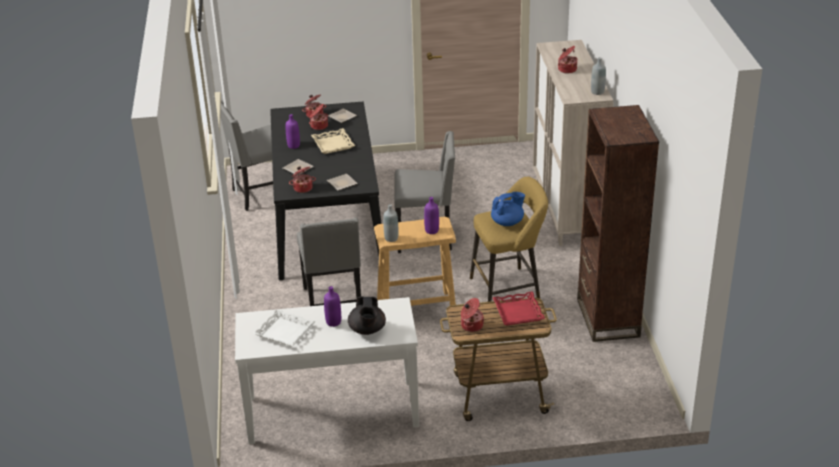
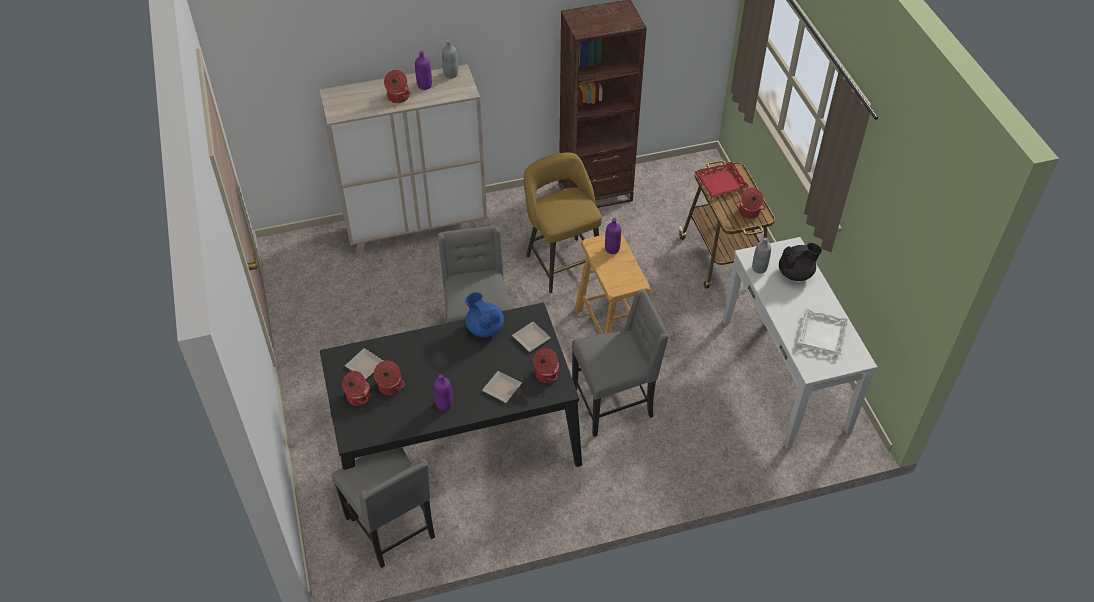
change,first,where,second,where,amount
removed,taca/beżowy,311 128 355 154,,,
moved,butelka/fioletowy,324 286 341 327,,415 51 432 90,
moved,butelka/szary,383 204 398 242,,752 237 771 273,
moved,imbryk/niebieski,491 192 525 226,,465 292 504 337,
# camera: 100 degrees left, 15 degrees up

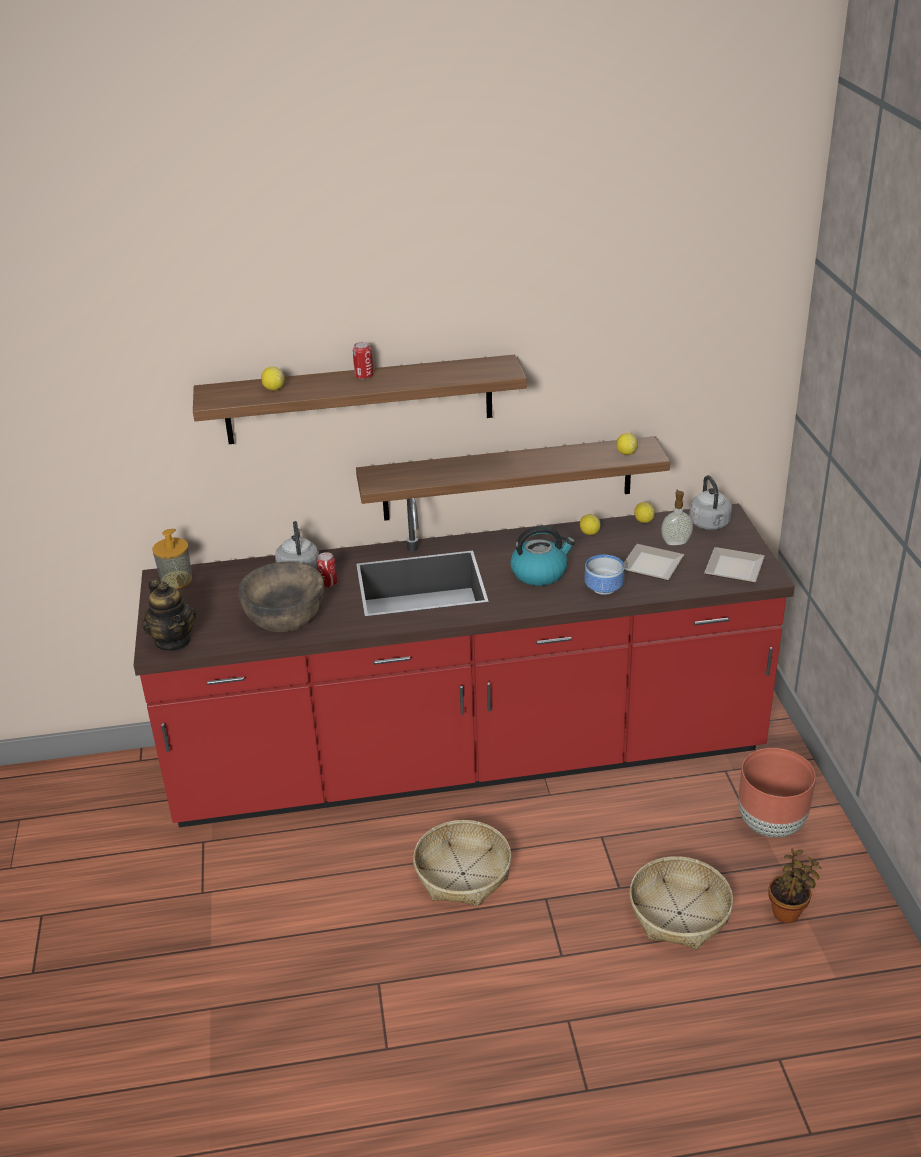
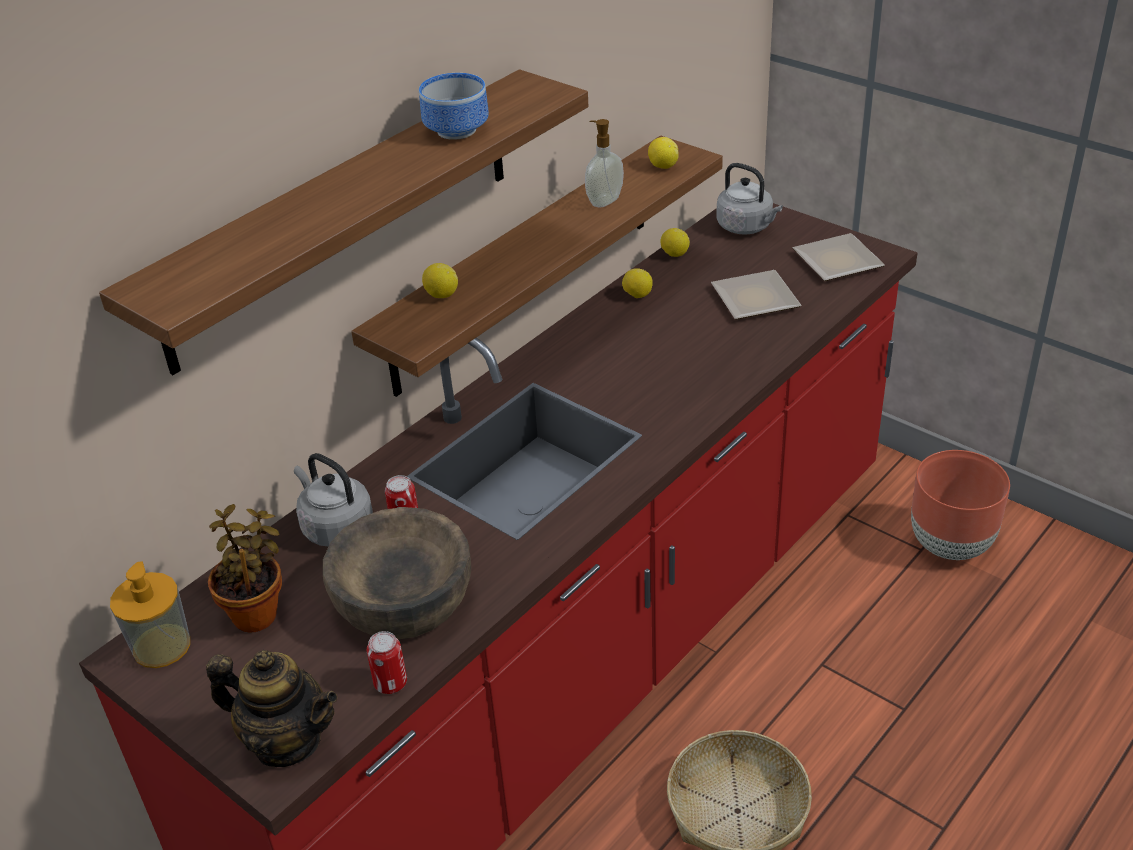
change,first,where,second,where,amount
removed,czajnik,510 525 575 586,,,
removed,koszyk,629 856 733 950,,,
moved,cytryna,261 367 285 391,,422 263 458 298,
moved,puszka,353 342 373 379,,367 631 407 694,
moved,miska,584 555 625 595,,419 73 489 140,
moved,dozownik mydła,661 490 693 545,,585 119 624 207,
moved,roślina doniczkowa,768 849 821 923,,208 504 282 632,
# camera: 40 degrees left, 5 degrees up

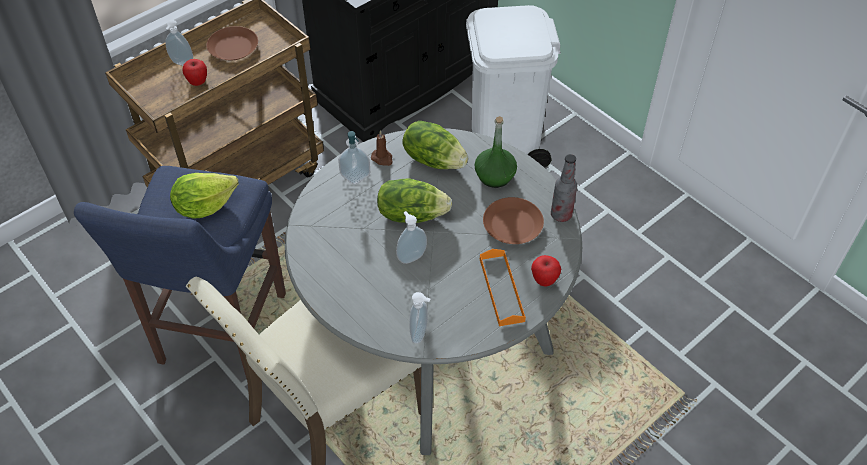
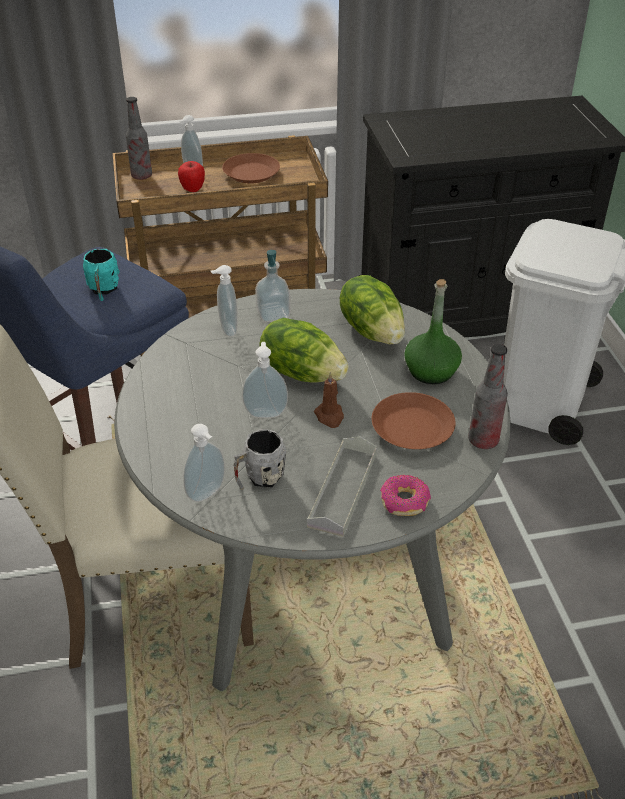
change,first,where,second,where,amount
added,,,butelka,126 97 152 180,
added,,,dozownik mydła,211 265 238 337,
added,,,kubek/szary,234 429 286 490,
moved,świeca/brązowy,371 130 392 166,,314 372 344 428,
replaced,sałata,170 173 239 219,kubek/turkusowy,83 249 120 301,
replaced,jabłko,531 255 561 287,donut,380 475 431 516,
recoloured,taca/pomarańczowy,480 249 526 326,taca/szary,307 437 377 537,
# camera: 30 degrees right, 10 degrees down

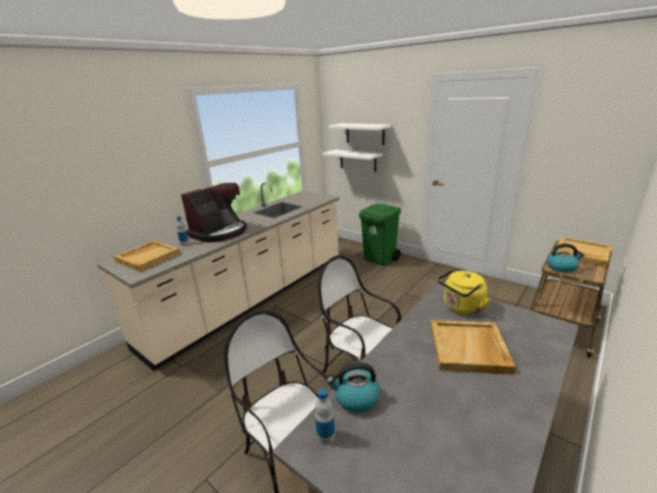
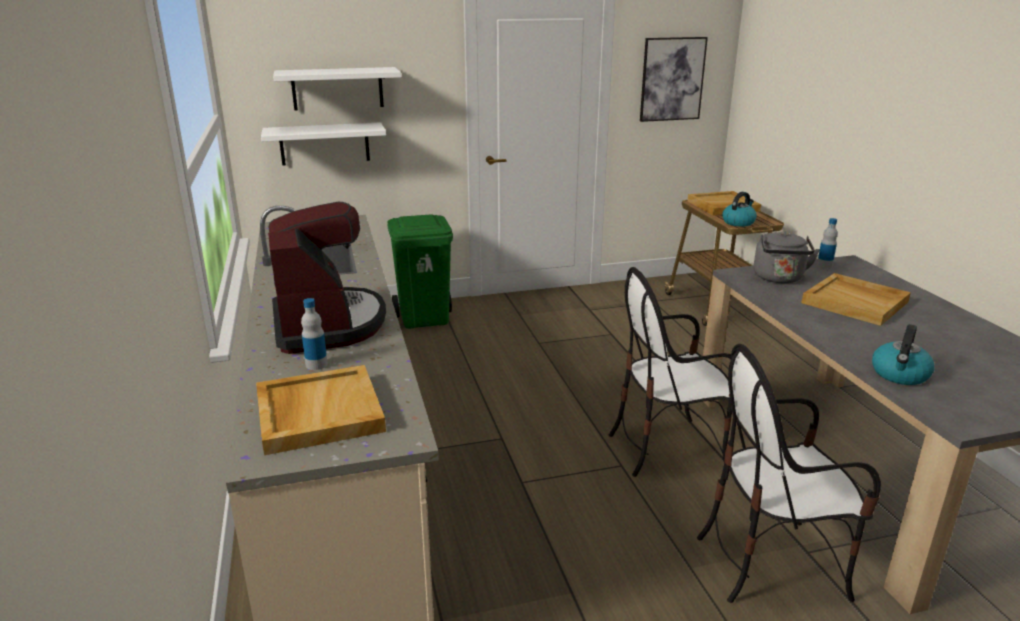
change,first,where,second,where,amount
added,,,obraz,640 37 708 122,
moved,butelka,315 388 335 445,,817 218 838 268,
recoloured,czajnik/żółty,437 269 491 315,czajnik/szary,754 231 820 283,
# camera: 55 degrees left, 0 degrees up

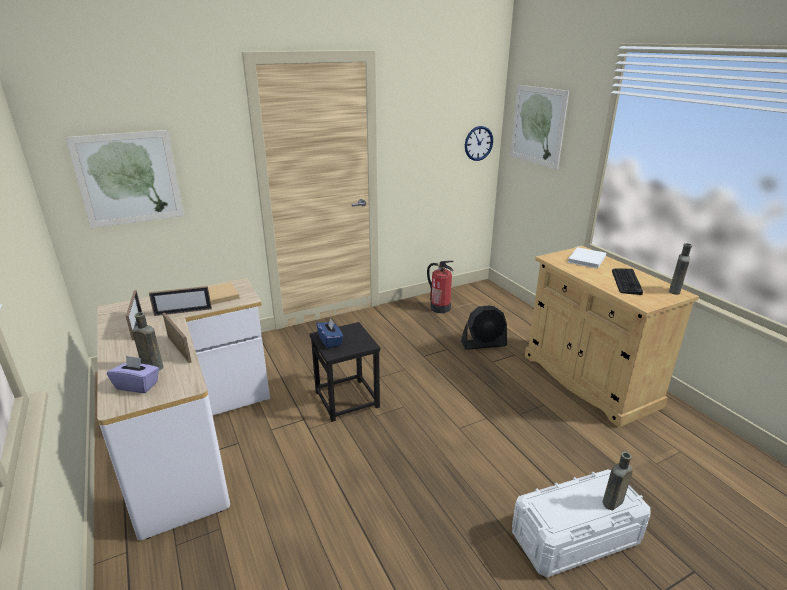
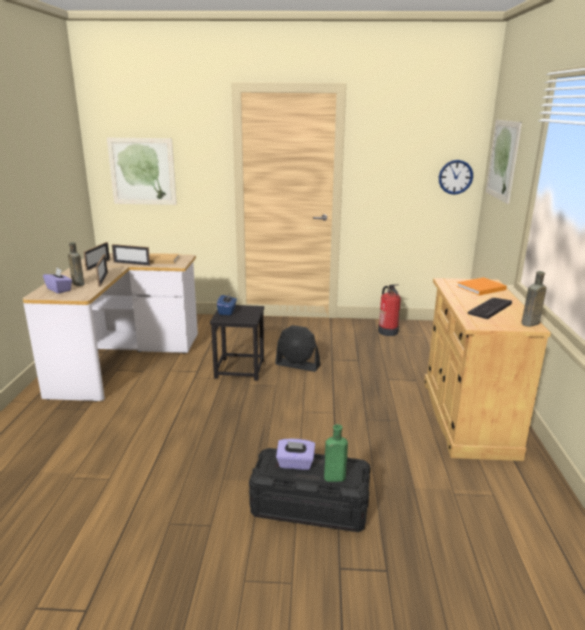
change,first,where,second,where,amount
added,,,pudełko chusteczek/fioletowy,276 439 315 470,
moved,wentylator/czarny,461 306 507 350,,275 325 321 372,
recoloured,pojemnik do przechowywania/biały,512 469 651 577,pojemnik do przechowywania/czarny,249 448 371 532,
recoloured,książka/biały,568 247 606 269,książka/pomarańczowy,457 277 507 296,
recoloured,butelka/brązowy,603 452 632 510,butelka/zielony,324 424 348 482,
# camera: 30 degrees right, 5 degrees down

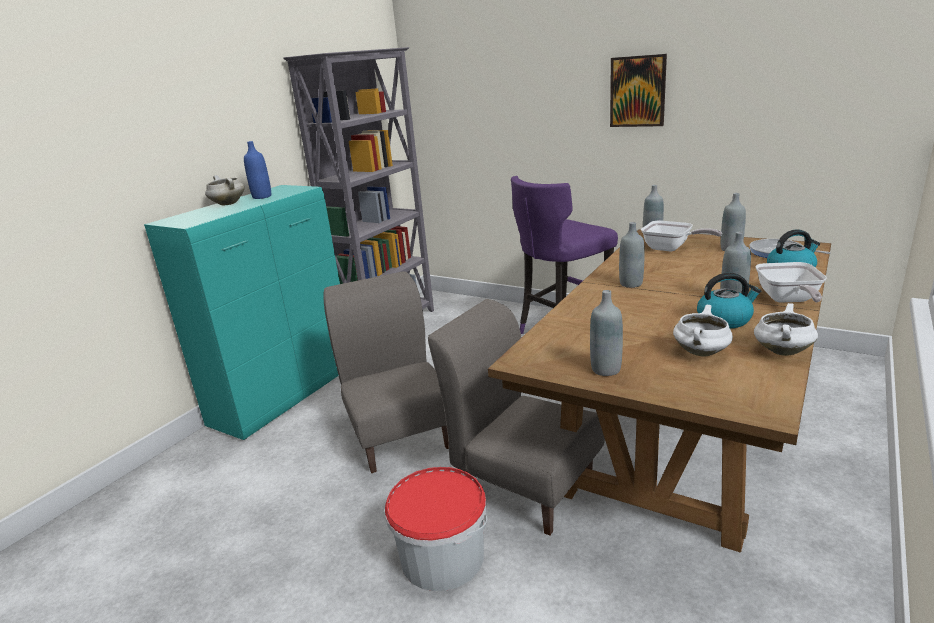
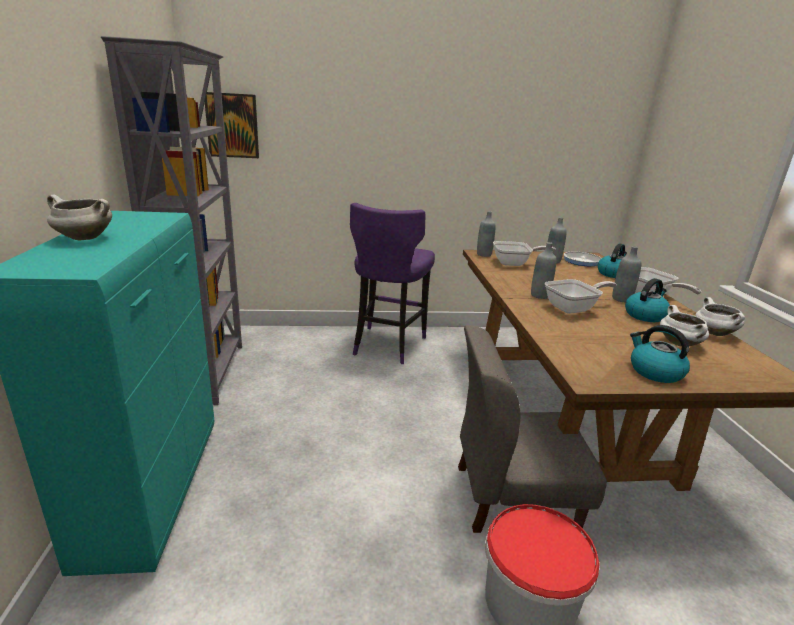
change,first,where,second,where,amount
removed,butelka/niebieski,244 141 271 199,,,
removed,krzesło/szary,324 271 449 473,,,
added,,,patelnia,545 279 617 314,
moved,obraz,610 54 667 127,,205 92 259 158,
replaced,butelka/szary,590 290 623 376,czajnik,630 325 690 383,
# camera: 40 degrees left, 0 degrees up

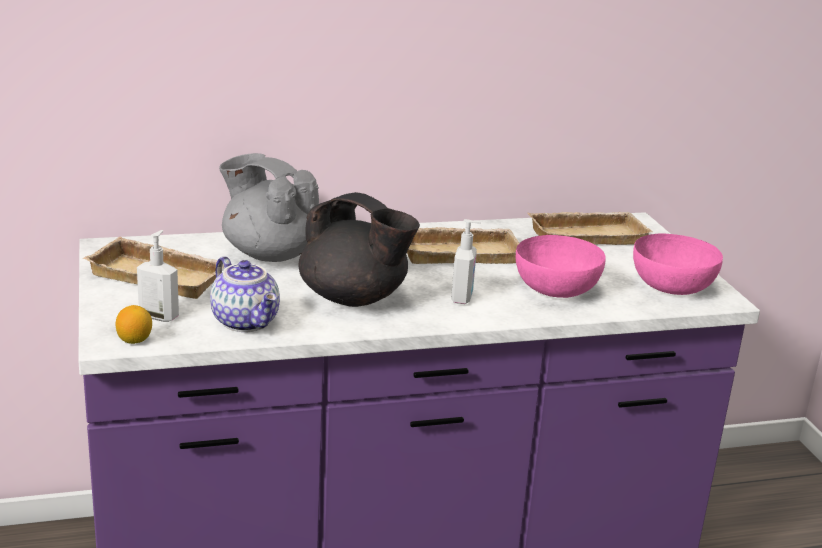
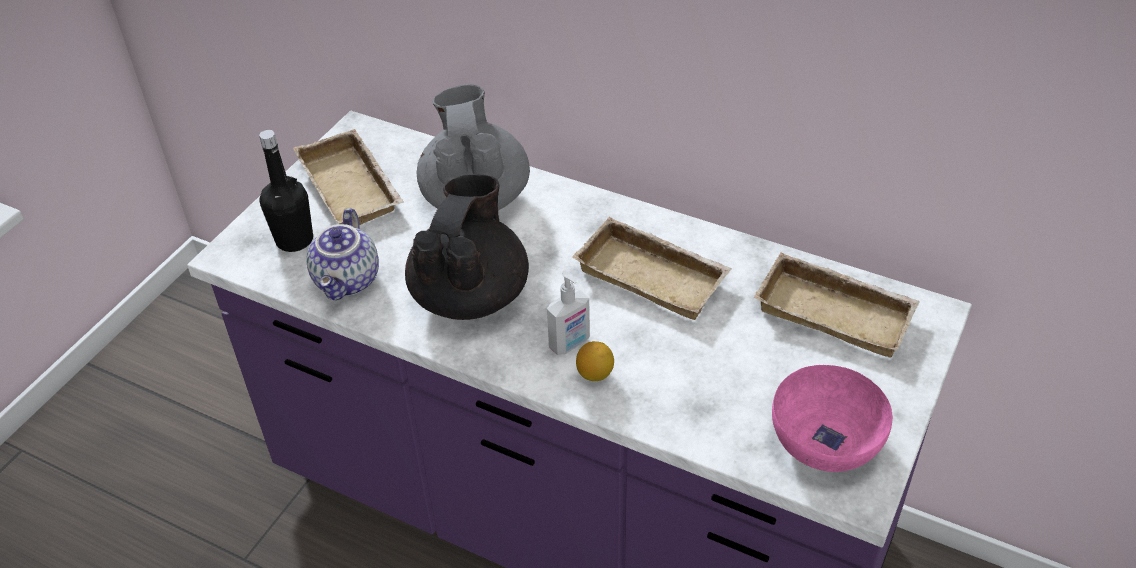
change,first,where,second,where,amount
removed,miska/różowy,516 235 606 298,,,
moved,cytryna,116 305 152 344,,576 341 614 381,
replaced,dozownik mydła,137 230 179 322,butelka/czarny,259 130 313 252,
turned,imbryk/czarny,299 192 420 307,,405 174 529 320,150 degrees counterclockwise
# camera: 45 degrees right, 20 degrees up

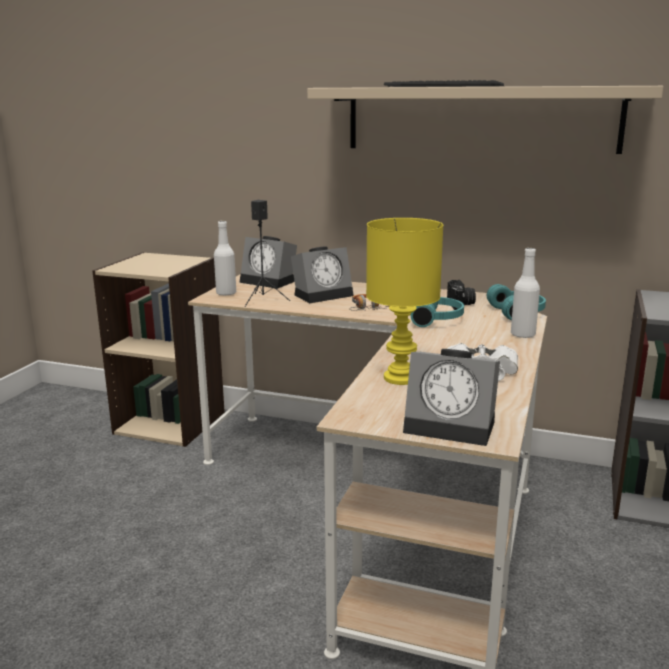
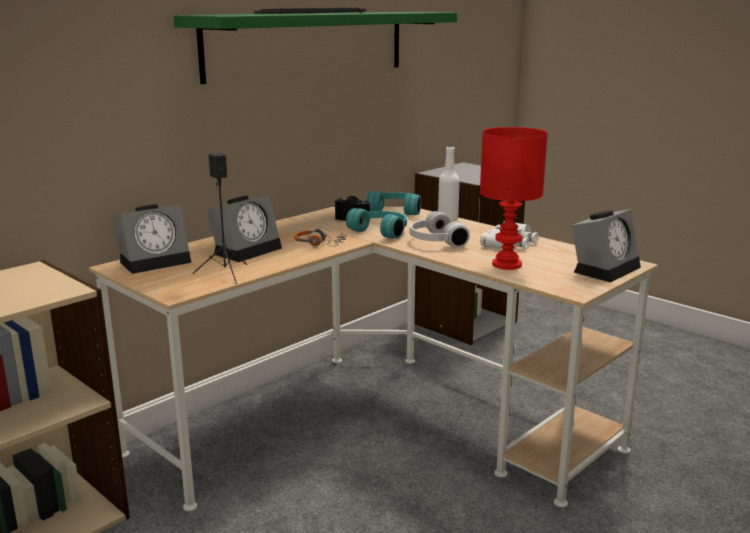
change,first,where,second,where,amount
removed,butelka/biały,214 221 236 296,,,
added,,,słuchawki/biały,410 211 470 248,
recoloured,półka/beżowy,307 86 664 154,półka/zielony,174 12 457 84,
recoloured,lampa stołowa/żółty,366 218 444 385,lampa stołowa/czerwony,480 127 548 270,
turned,budzik,291 246 354 303,,207 194 282 262,45 degrees clockwise
# camera: 65 degrees left, 0 degrees up

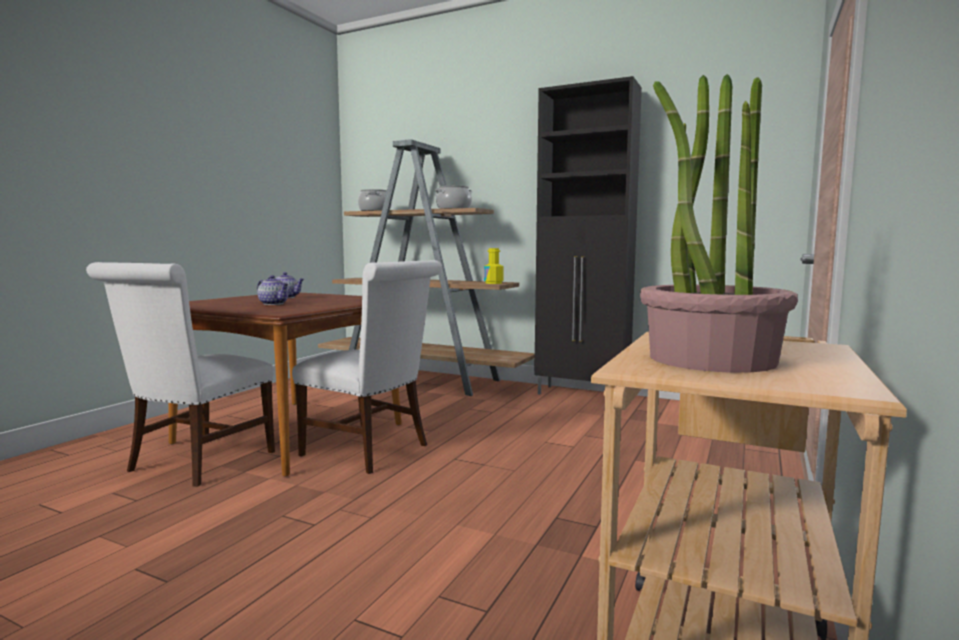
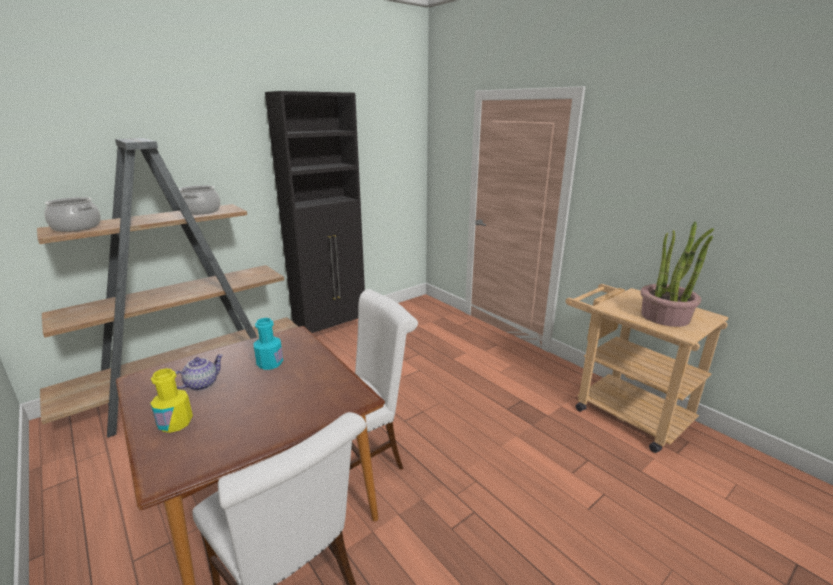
change,first,where,second,where,amount
removed,imbryk,257 275 289 305,,,
added,,,butelka/turkusowy,253 318 283 370,
moved,butelka/żółty,484 248 503 284,,150 368 193 433,
# camera: 65 degrees left, 15 degrees up

